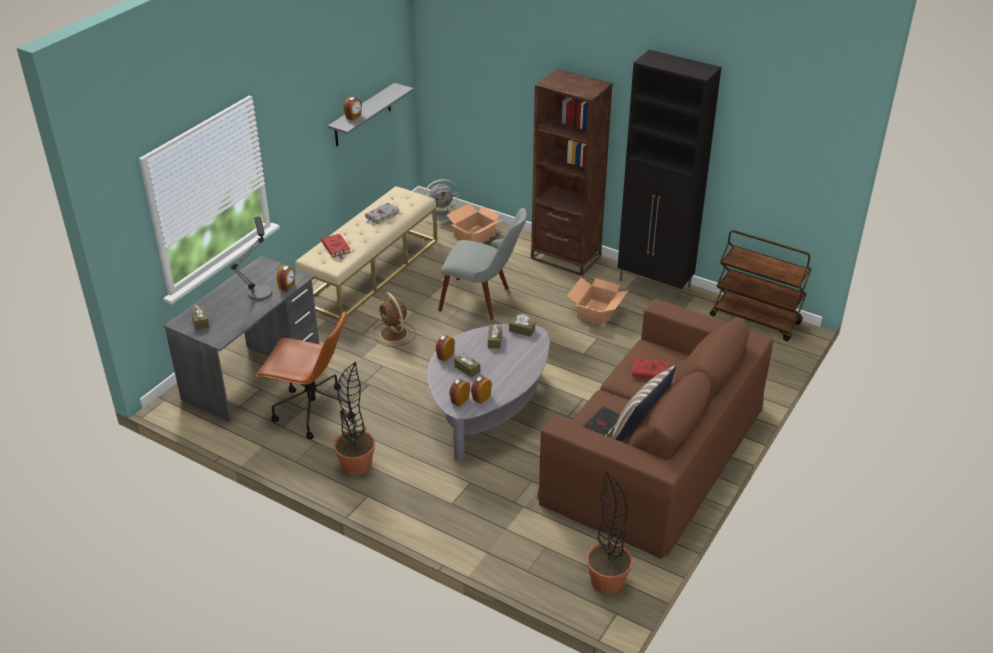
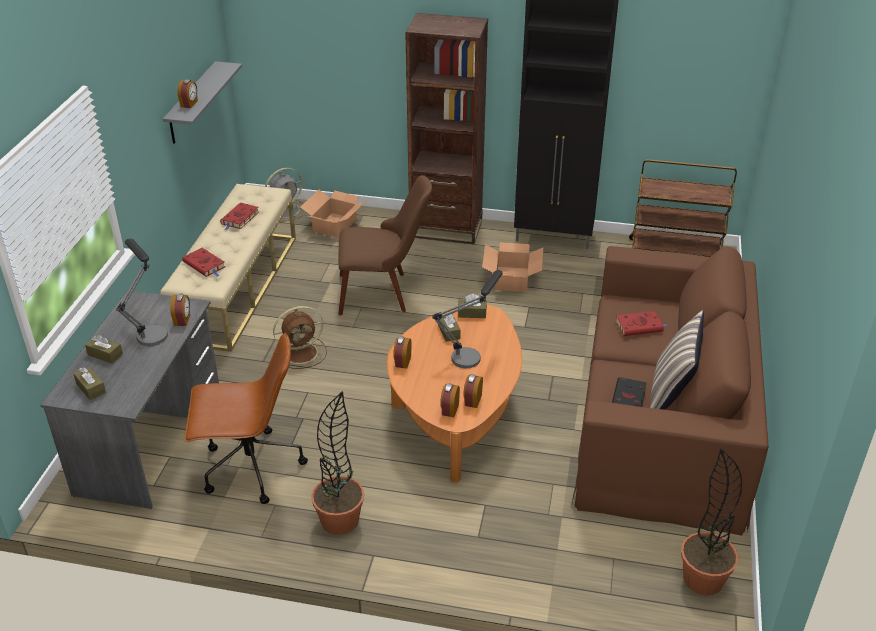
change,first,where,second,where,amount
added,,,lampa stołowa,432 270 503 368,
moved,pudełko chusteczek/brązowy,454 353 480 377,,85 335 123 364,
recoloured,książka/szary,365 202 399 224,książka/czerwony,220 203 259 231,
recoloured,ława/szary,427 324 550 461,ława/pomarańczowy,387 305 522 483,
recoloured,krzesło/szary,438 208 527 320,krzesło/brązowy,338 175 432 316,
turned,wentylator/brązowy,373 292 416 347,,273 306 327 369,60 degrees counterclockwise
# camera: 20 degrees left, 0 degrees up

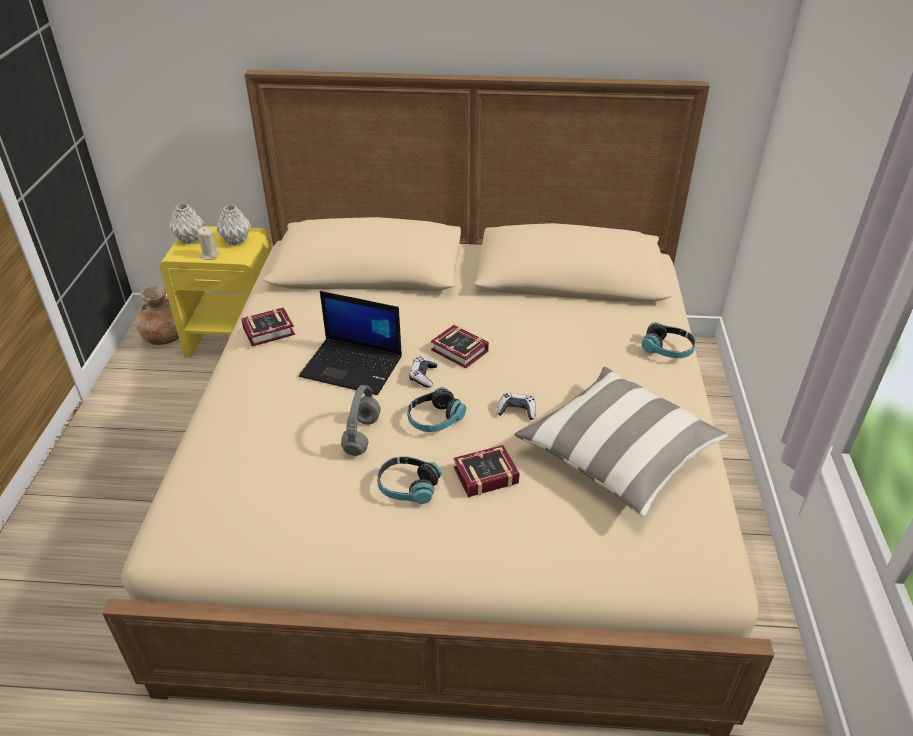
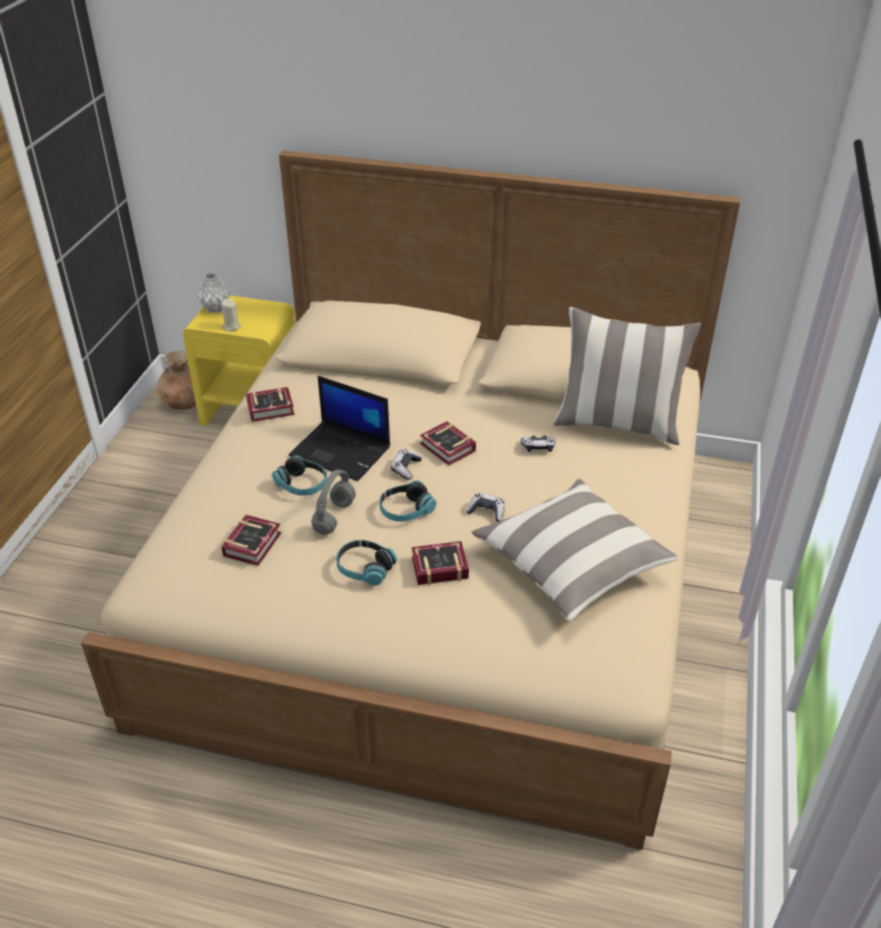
change,first,where,second,where,amount
removed,wazon/szary,216 205 251 245,,,
added,,,książka,222 515 281 566,
added,,,pad do gier,521 435 556 452,
added,,,poduszka,553 307 701 445,
moved,słuchawki,642 322 696 358,,272 455 327 496,
# camera: 10 degrees right, 0 degrees up

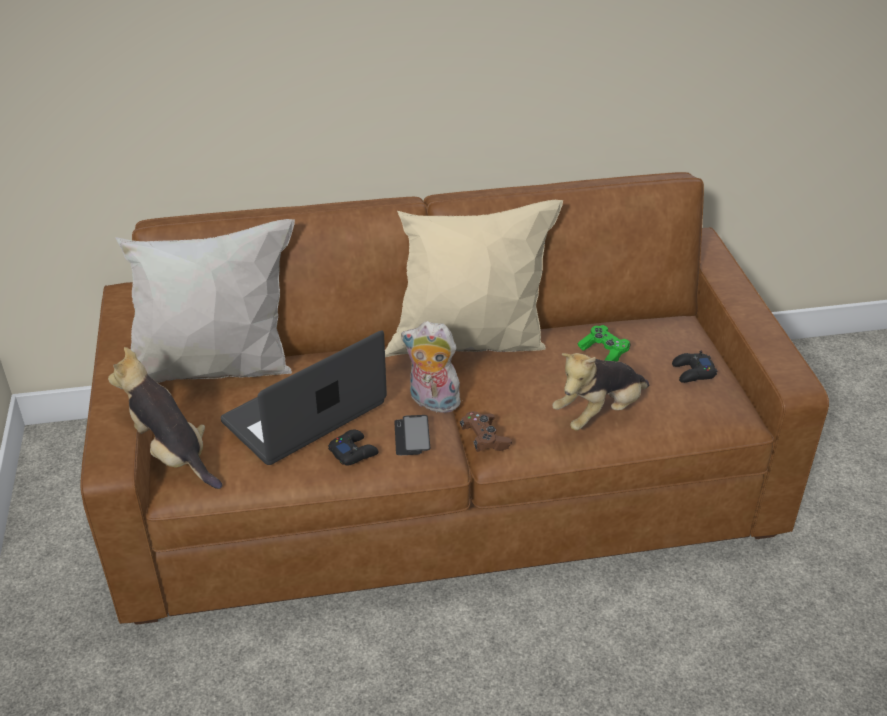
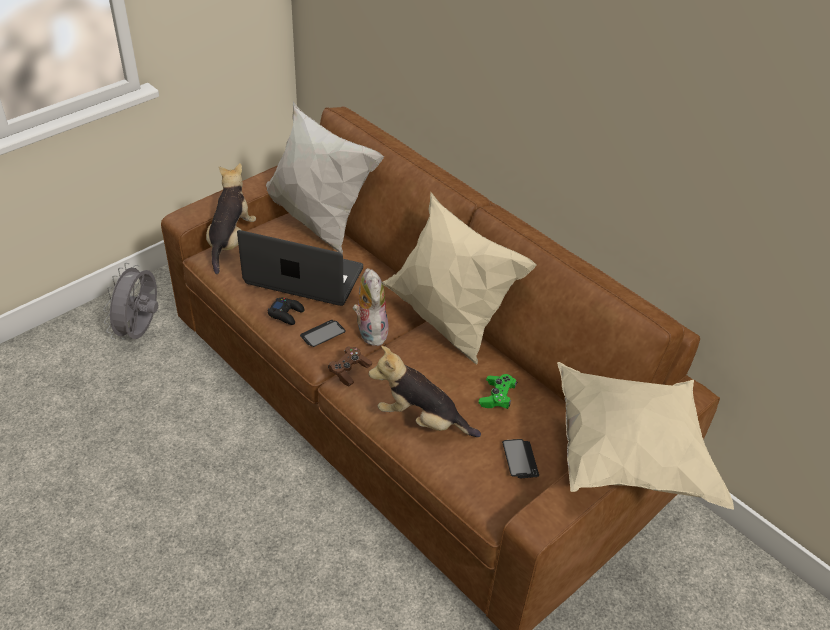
change,first,where,second,where,amount
added,,,wentylator/szary,103 263 158 340,
added,,,poduszka/beżowy,557 362 734 510,
replaced,pad do gier/czarny,672 351 717 383,telefon,502 439 539 478,
# camera: 55 degrees right, 5 degrees up

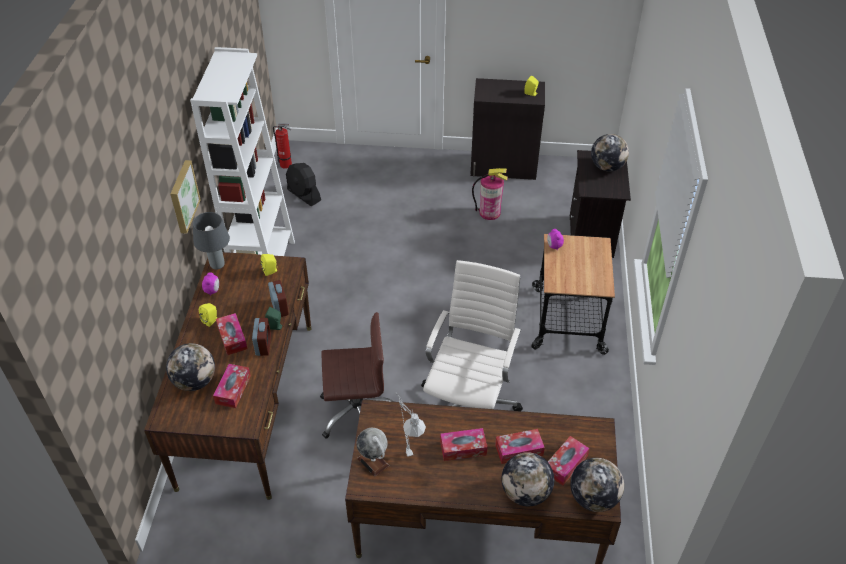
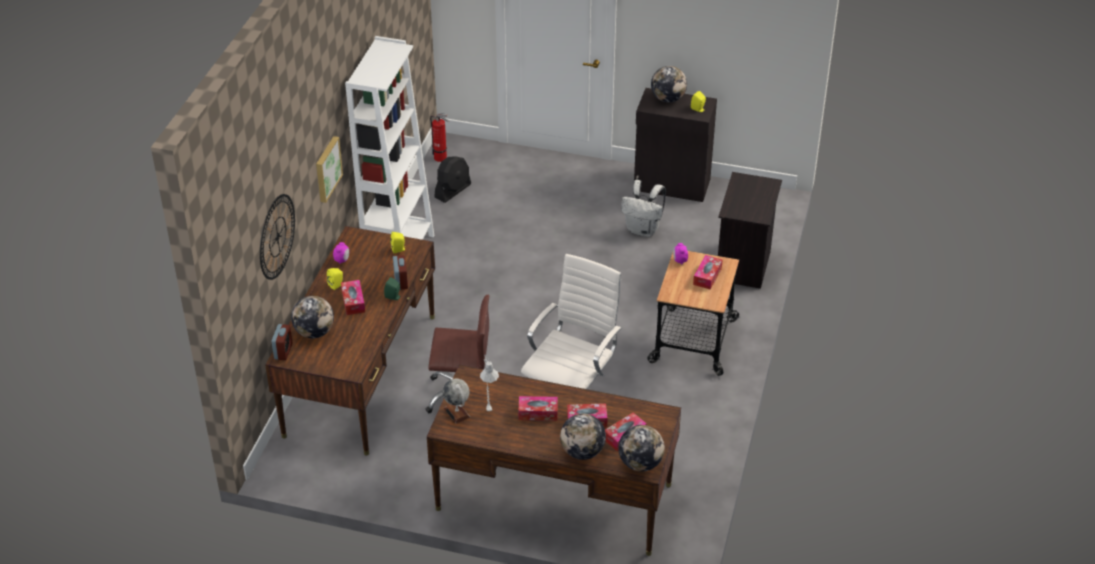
change,first,where,second,where,amount
removed,lampa stołowa/szary,193 212 230 269,,,
added,,,zegar ścienny,260 194 295 280,
moved,pudełko chusteczek,213 364 251 408,,693 255 723 290,
moved,budzik,252 318 271 356,,272 324 293 360,
moved,globus,591 134 629 171,,651 66 687 102,
replaced,gaśnica,472 168 508 220,plecak/biały,621 180 666 237,
turned,wentylator/czarny,286 163 321 206,,434 157 471 203,105 degrees counterclockwise
# camera: 10 degrees right, 5 degrees down

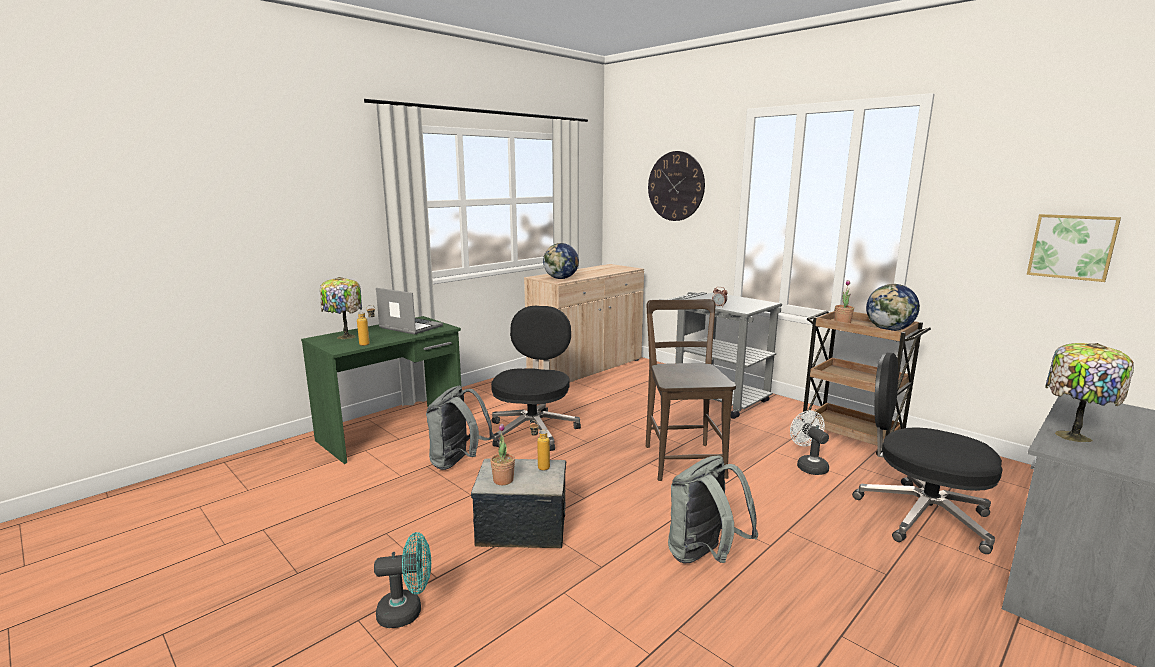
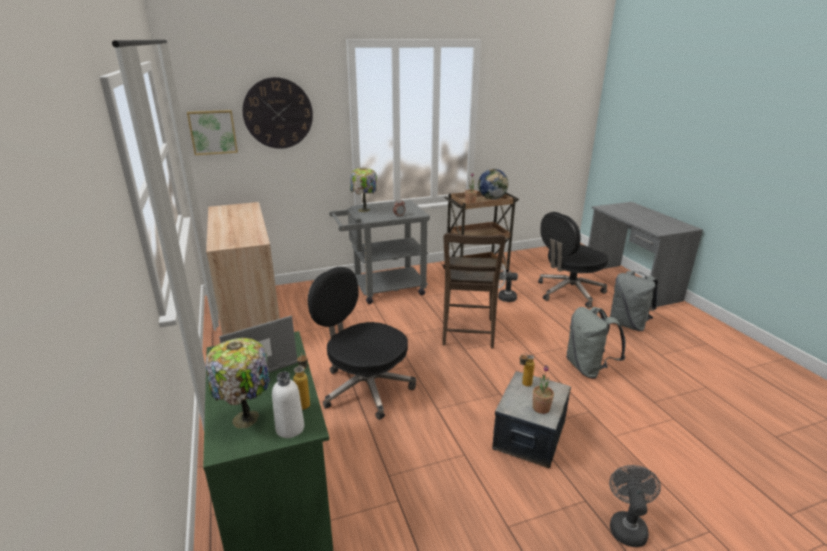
change,first,where,second,where,amount
removed,globus,543 243 579 279,,,
added,,,butelka/biały,272 372 304 438,
moved,plecak/szary,426 386 494 470,,610 271 658 331,
moved,obraz,1027 214 1121 282,,187 110 238 155,
moved,lampa stołowa,1045 343 1134 442,,350 167 377 212,
recoloured,wentylator/turkusowy,374 532 431 628,wentylator/szary,609 465 661 547,
turned,krzesło/brązowy,646 299 736 481,,442 233 506 349,105 degrees counterclockwise
# camera: 65 degrees left, 10 degrees up

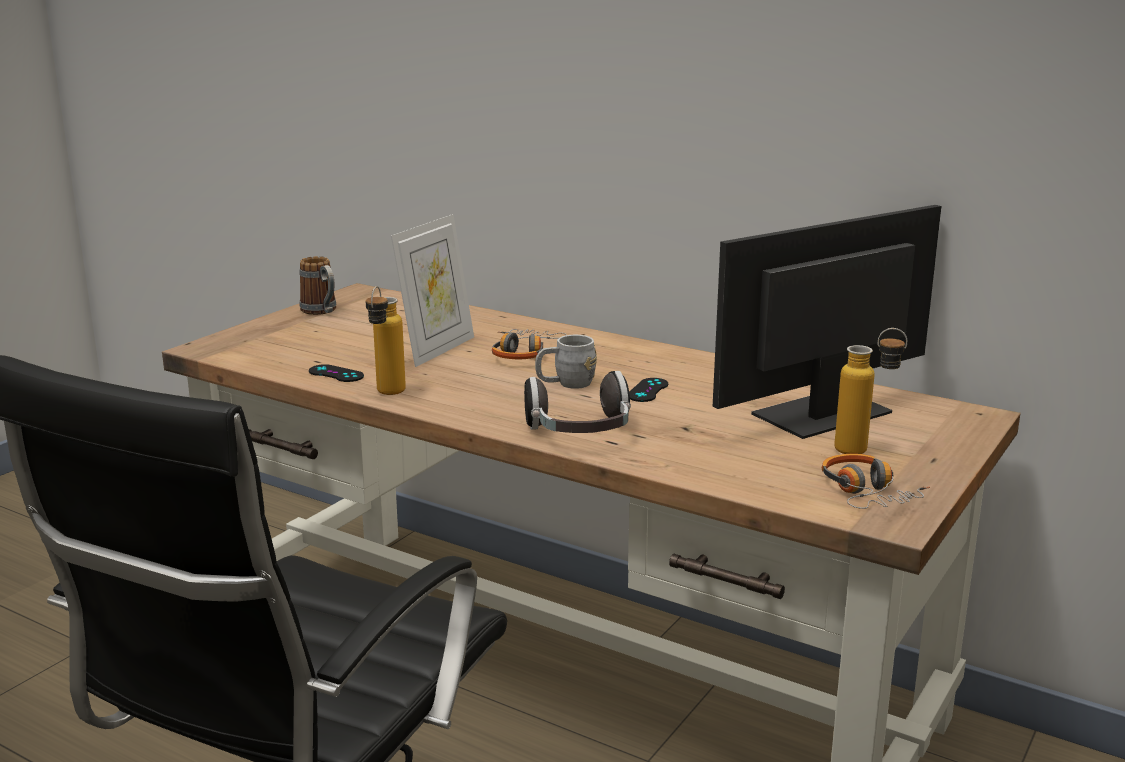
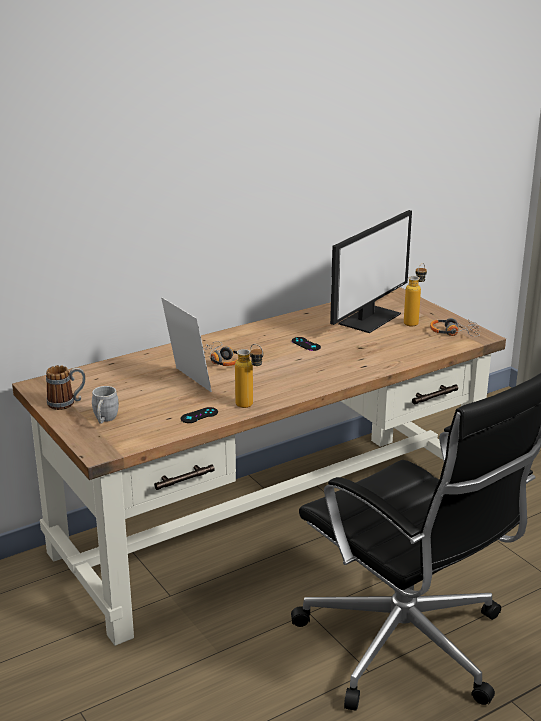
change,first,where,second,where,amount
removed,słuchawki,524 371 631 433,,,
moved,kubek/szary,535 335 597 389,,92 386 119 424,
turned,monitor,713 205 941 439,,330 210 412 333,135 degrees counterclockwise
# camera: 65 degrees left, 5 degrees up

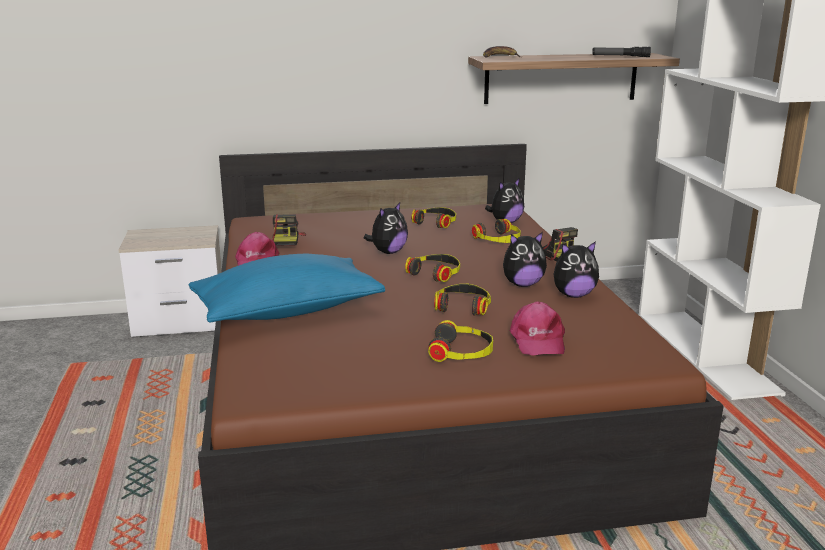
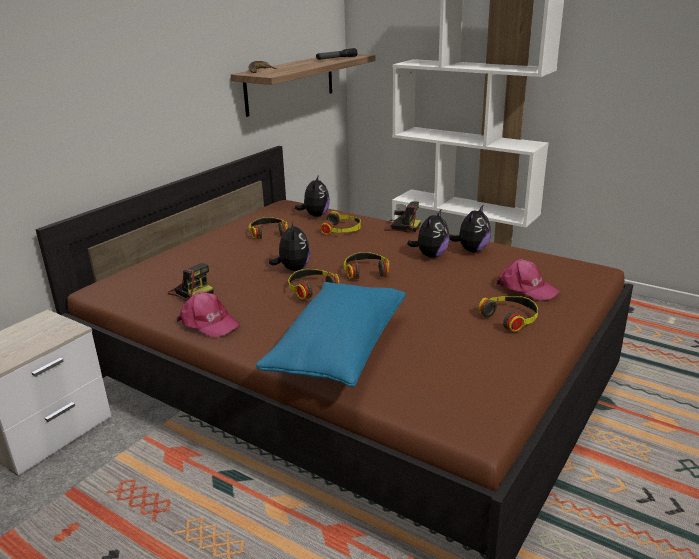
change,first,where,second,where,amount
moved,słuchawki,434 284 491 316,,288 269 340 299,
# camera: 45 degrees left, 5 degrees up

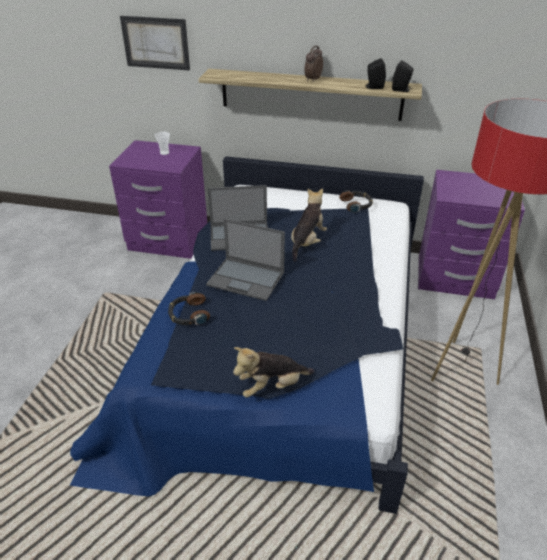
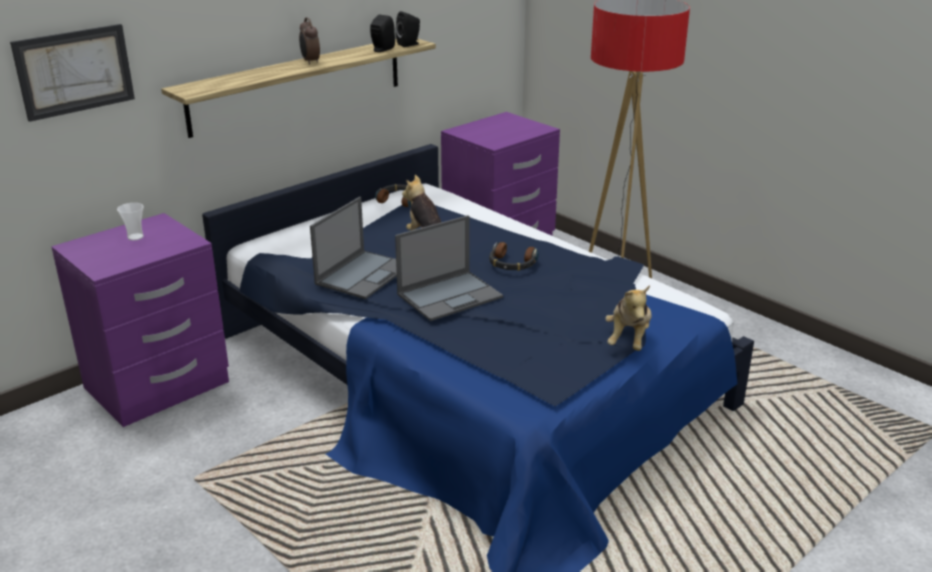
change,first,where,second,where,amount
moved,słuchawki,168 292 210 325,,489 242 539 271,
# camera: 55 degrees left, 10 degrees down

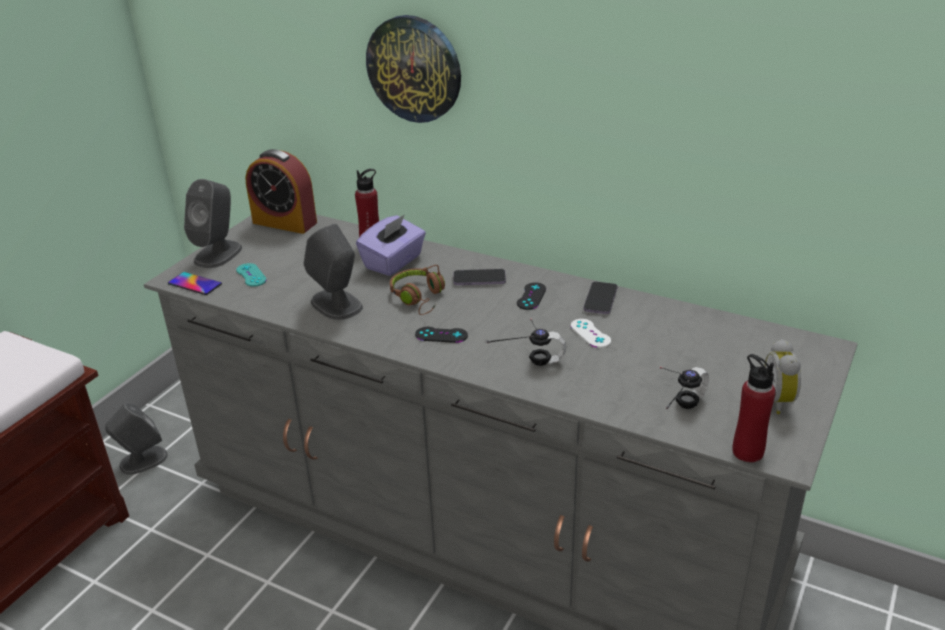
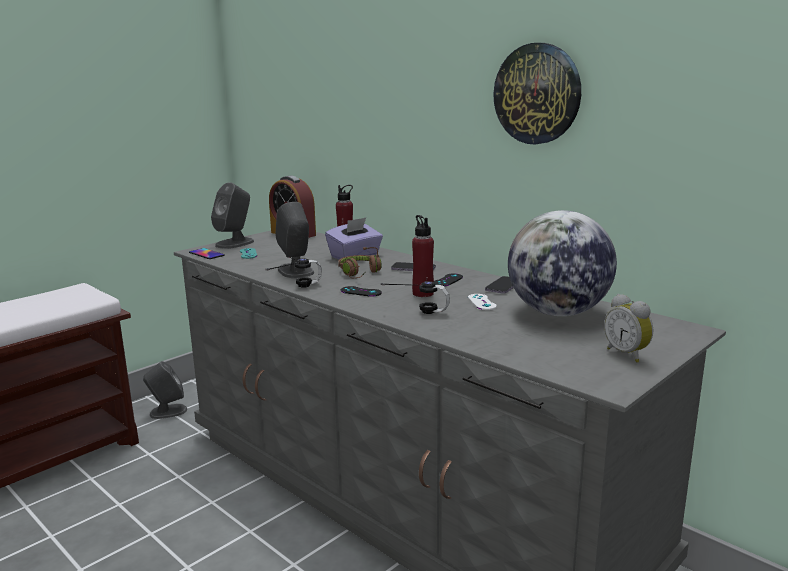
change,first,where,second,where,amount
added,,,globus,508 210 617 316,
moved,zegar ścienny,366 15 461 123,,493 43 581 145,
moved,słuchawki,660 367 709 409,,266 257 322 288,
moved,butelka/czerwony,732 354 776 462,,412 215 434 297,
turned,budzik,764 339 801 414,,604 294 653 363,45 degrees counterclockwise
# camera: 15 degrees right, 15 degrees down

